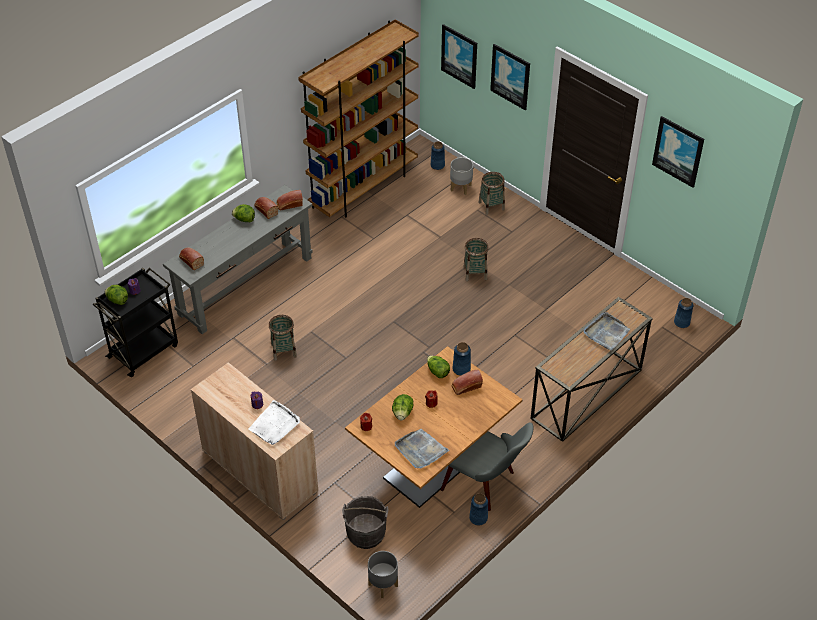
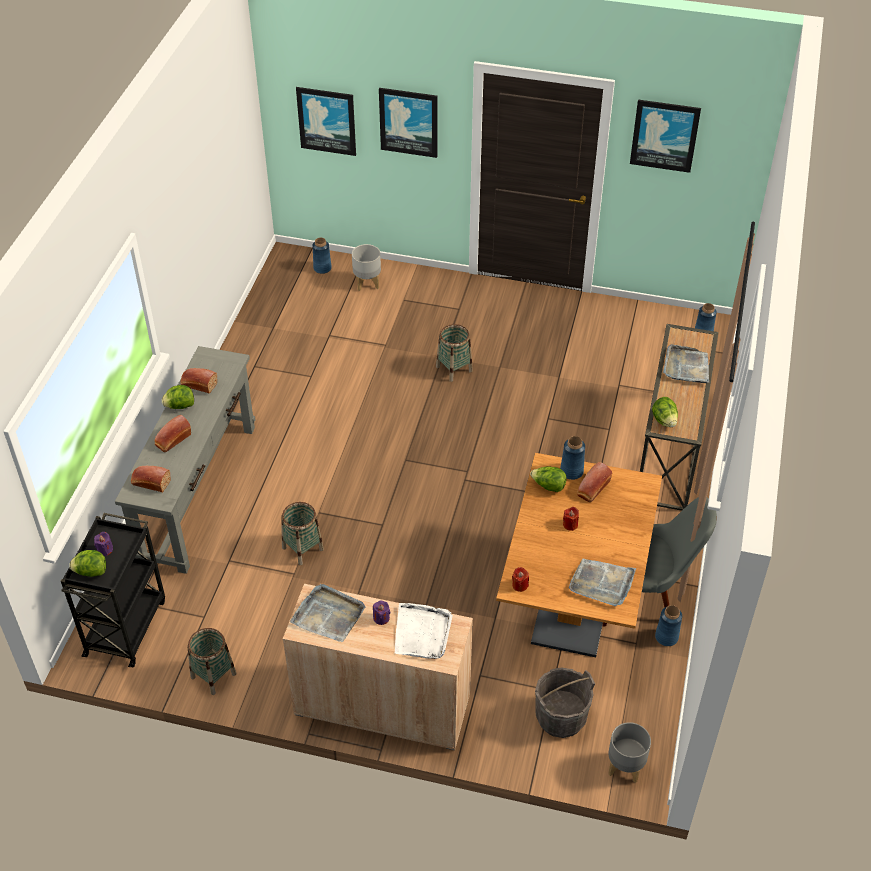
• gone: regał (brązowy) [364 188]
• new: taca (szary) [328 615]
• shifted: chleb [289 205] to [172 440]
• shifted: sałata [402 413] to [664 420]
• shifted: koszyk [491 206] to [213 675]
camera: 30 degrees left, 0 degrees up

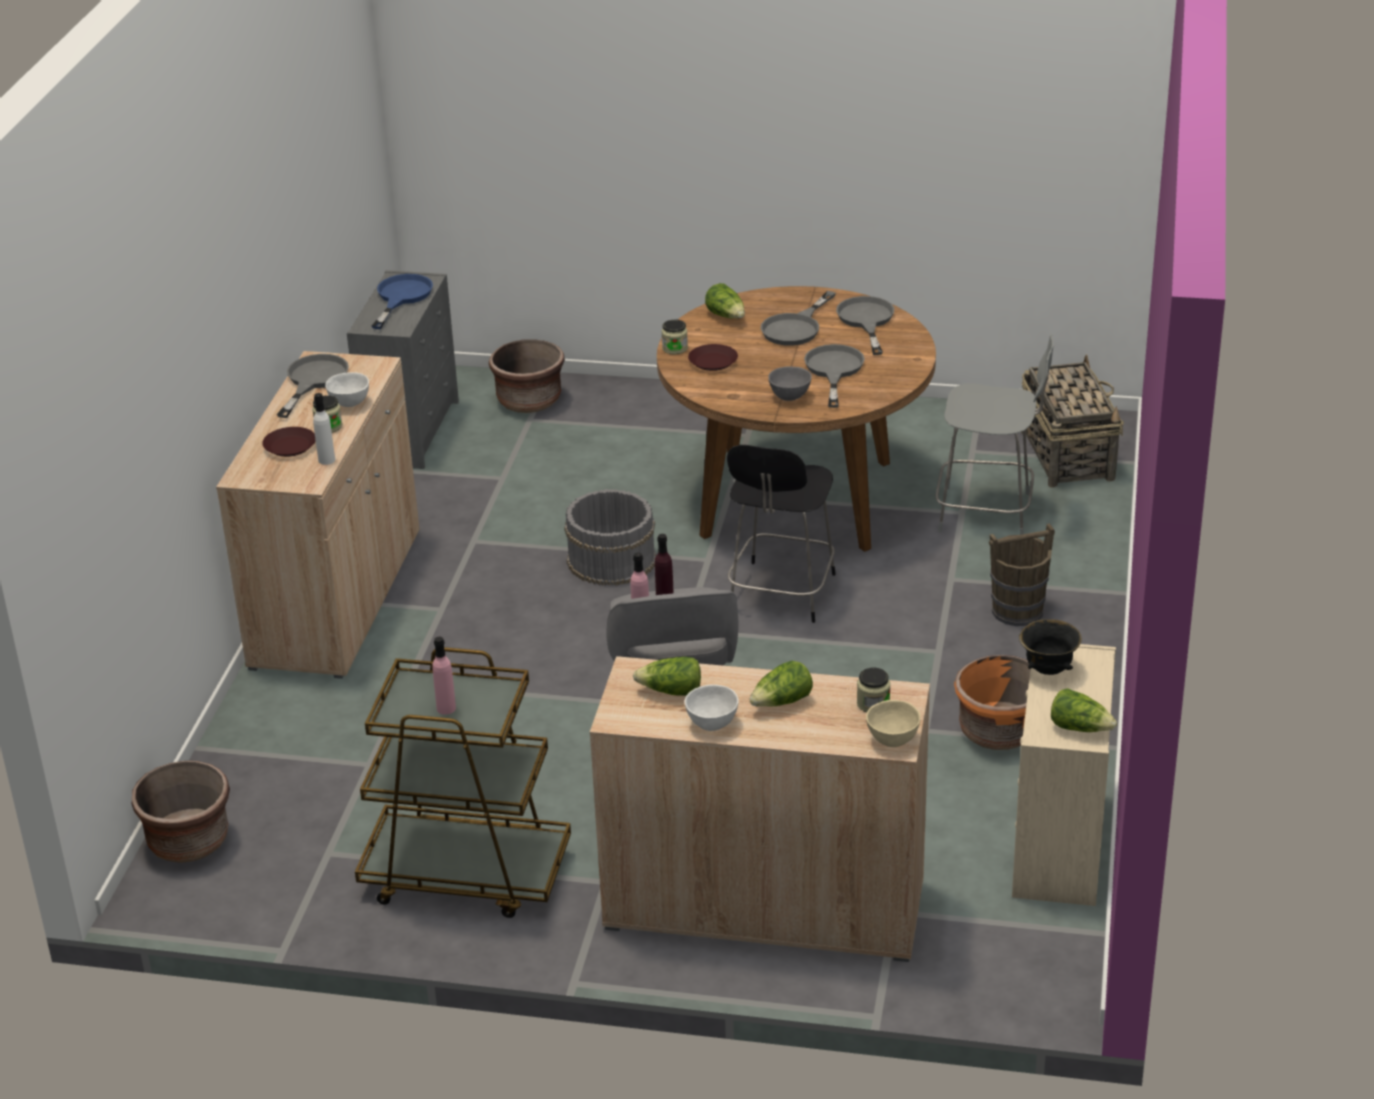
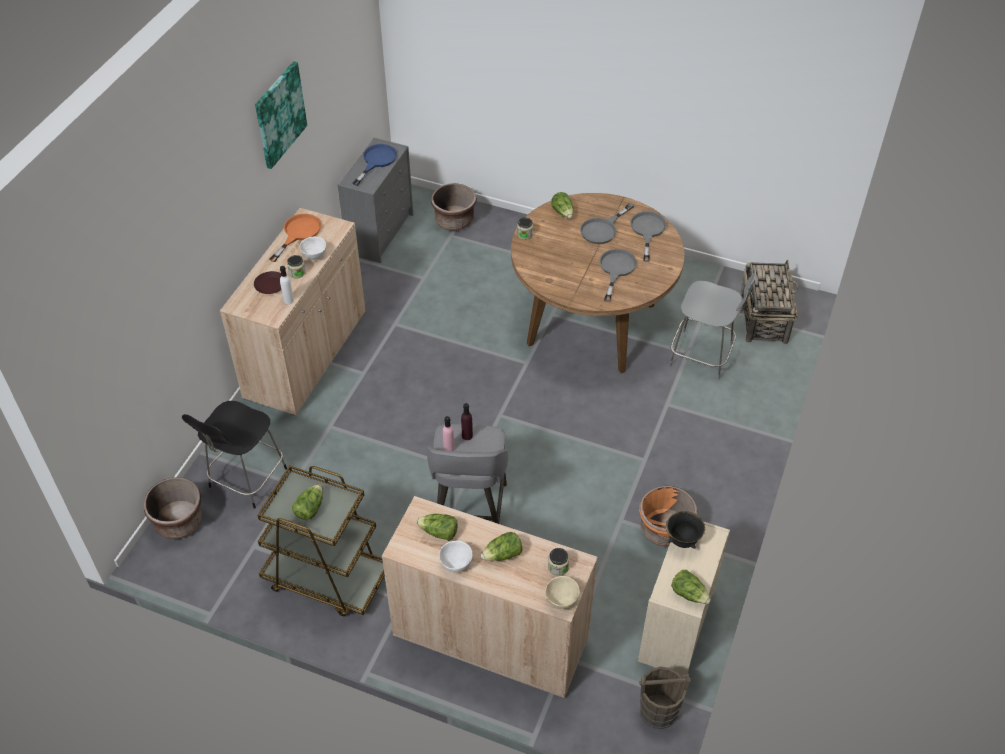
• gone: wiadro (szary) [610 560]
• gone: talerz (brązowy) [713 362]
• gone: miska (szary) [790 396]
• new: obraz [279 114]
• shifted: krzesło (czarny) [781 594] to [246 479]
• shifted: wiadro (brązowy) [1018 611] to [658 711]
• swapped: butelka (różowy) [446 708] to sałata [309 508]
• repainted: patelnia (szary) [313 381] to patelnia (pomarańczowy) [298 233]
camera: 10 degrees right, 15 degrees up

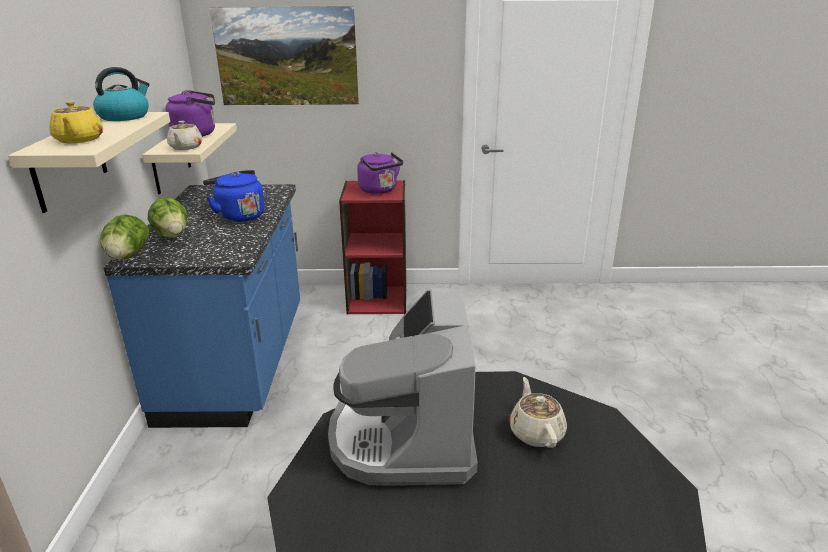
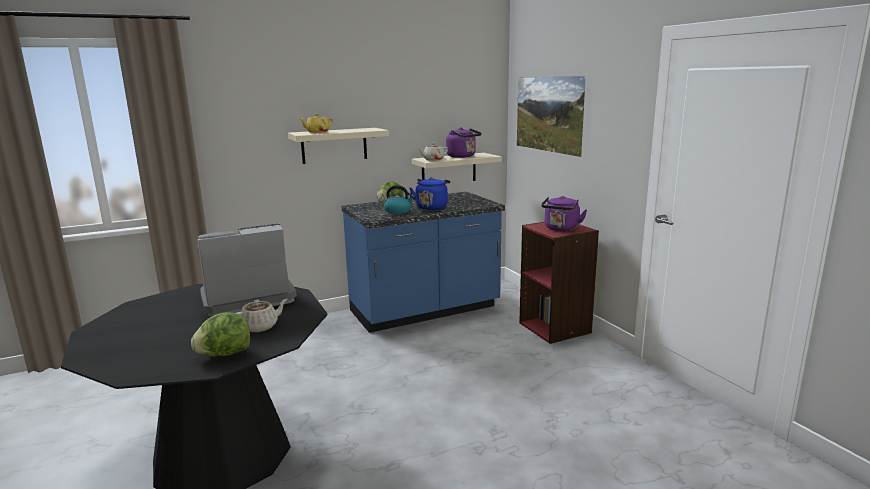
• shifted: czajnik [125 116] to [398 211]
• shifted: sałata [128 256] to [224 354]
camera: 65 degrees right, 10 degrees down

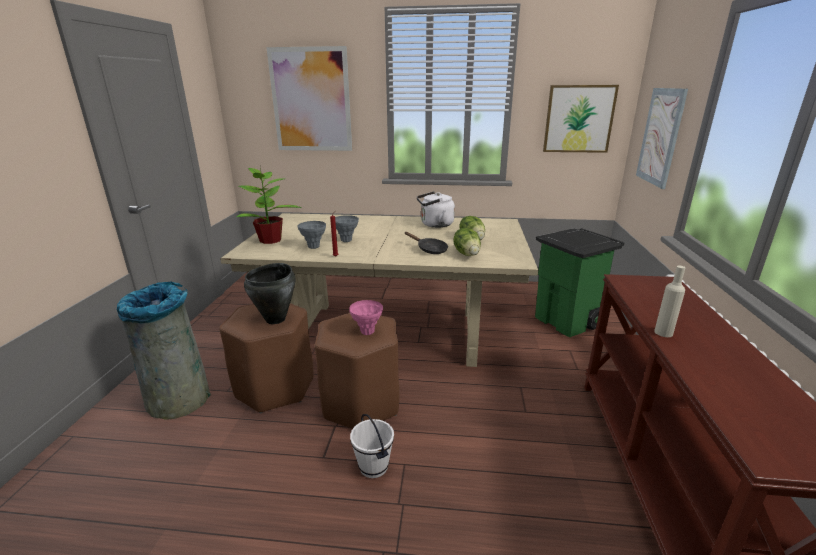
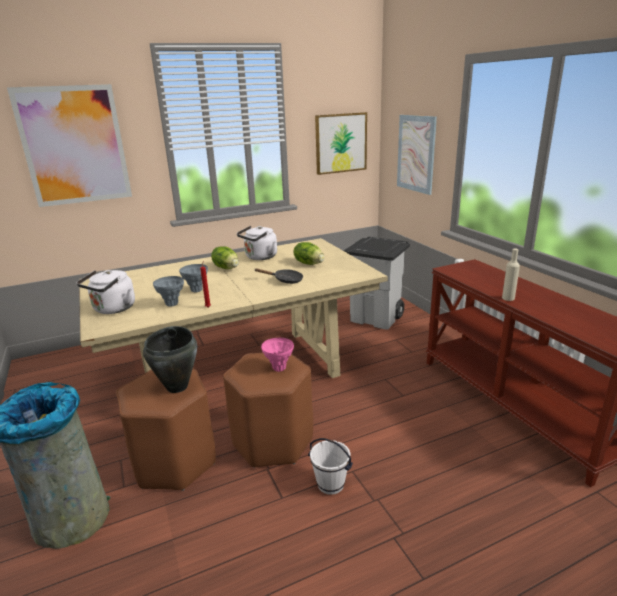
• shifted: sałata [467 254] to [226 268]
• swapped: roślina doniczkowa [270 240] to czajnik (biały) [113 309]
• repainted: kosz na śmieci (zielony) [568 322] to kosz na śmieci (szary) [377 318]
camera: 30 degrees left, 0 degrees up

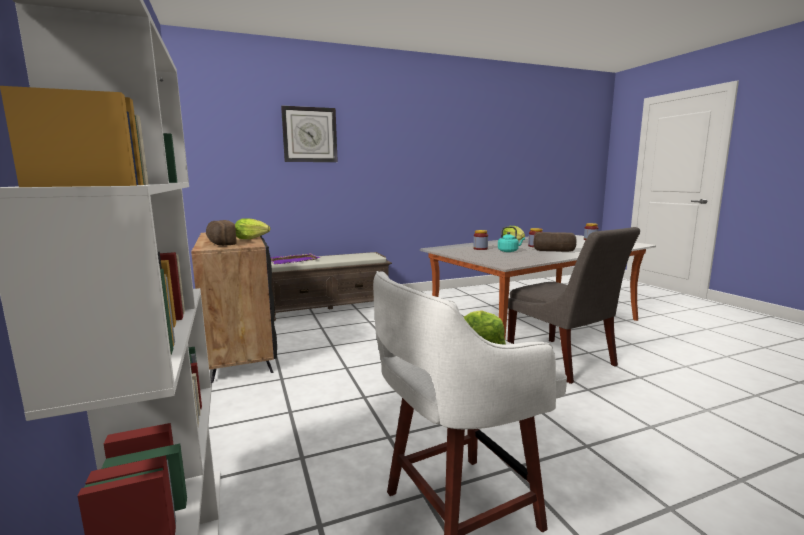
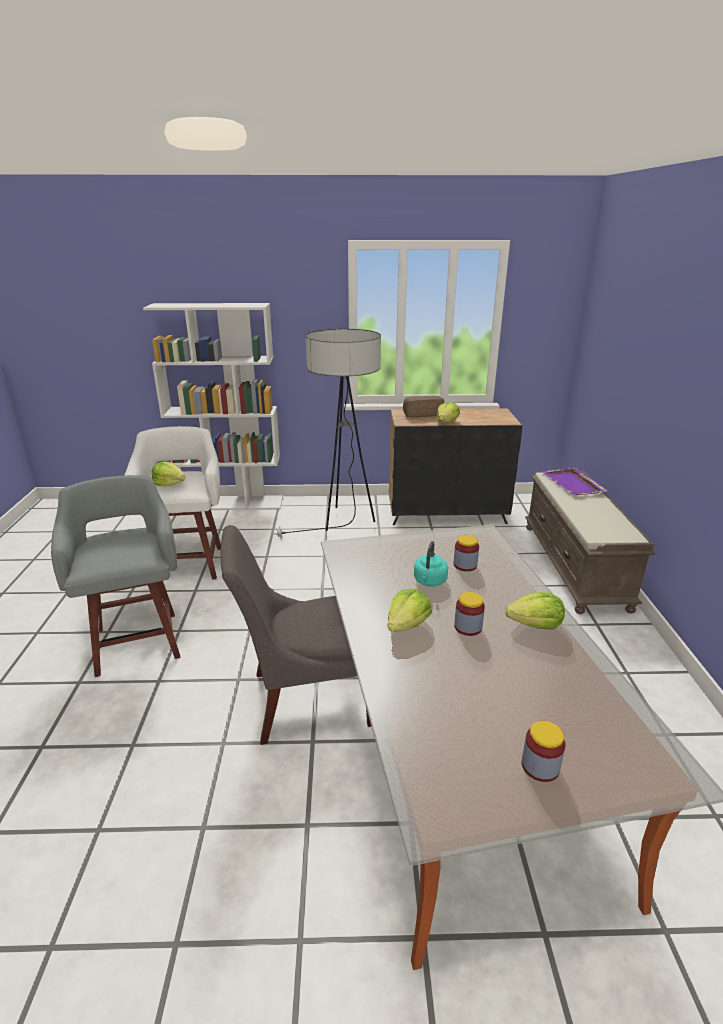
• gone: zegar ścienny [309 135]
• new: stołek (szary) [137 640]
• new: lampa stojąca [342 524]
• swapped: chleb [554 251] to sałata [407 624]
camera: 110 degrees right, 15 degrees up

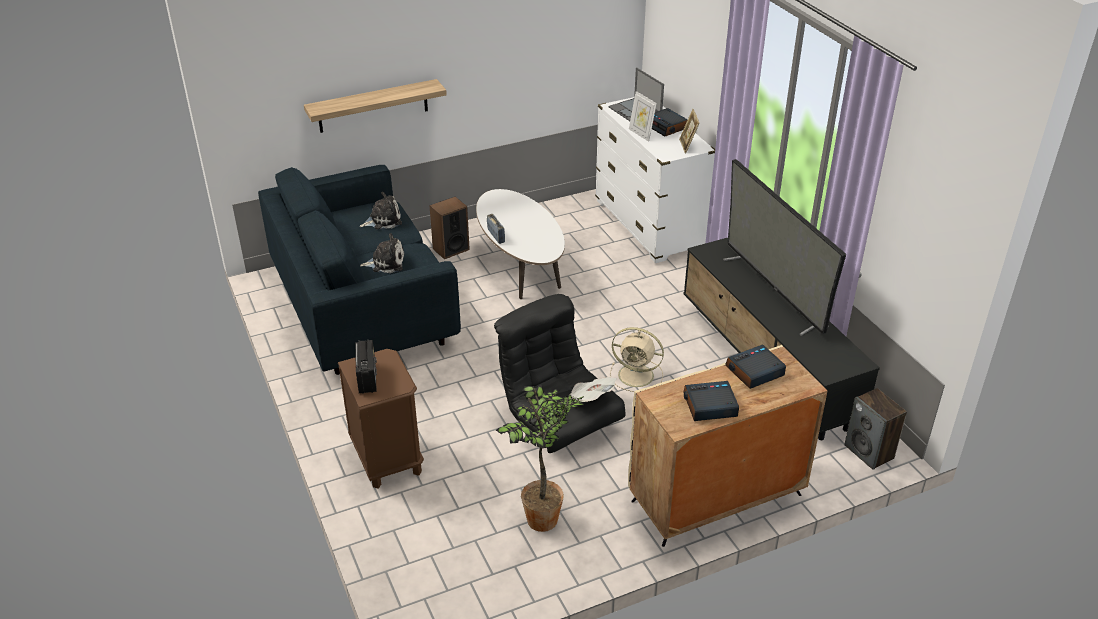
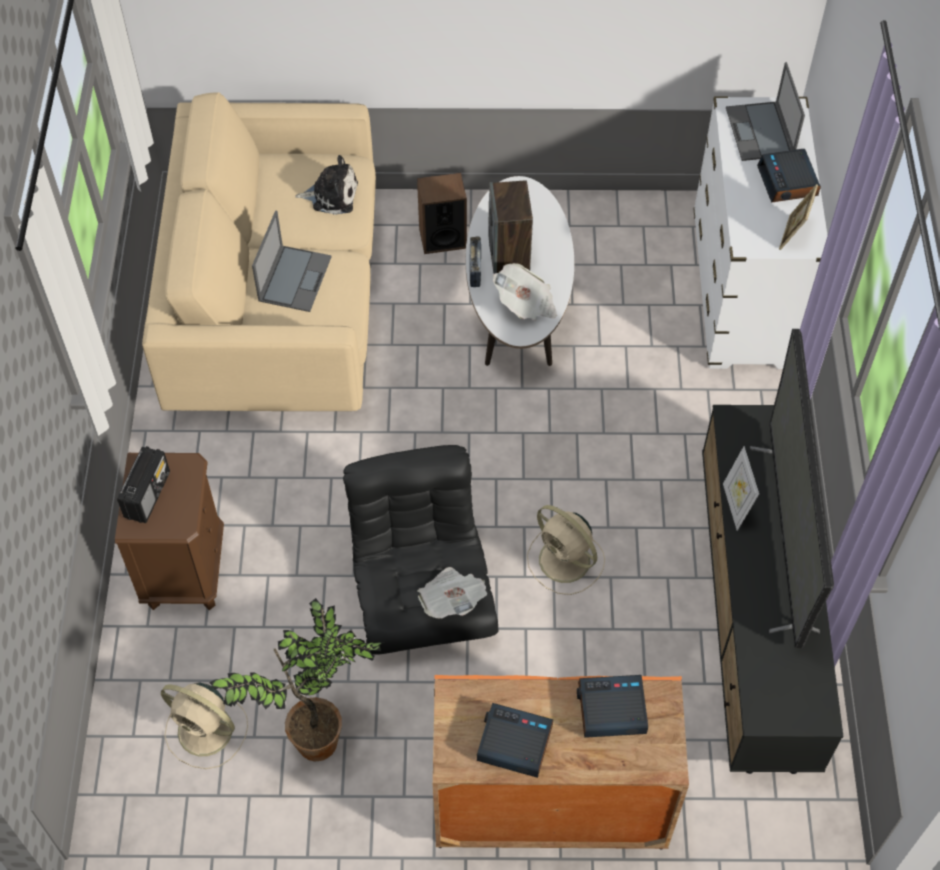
• gone: półka [373 106]
• new: wentylator (beżowy) [207 731]
• new: gazeta [526 305]
• shifted: ramka na zdjęcie [641 134] to [735 506]
• shifted: głośnik [869 452] to [509 254]
• swapped: pluszak [386 263] to laptop [295 278]
• repainted: kanapa (niebieski) [364 309] to kanapa (beżowy) [278 306]
• repainted: szafka (beżowy) [715 498] to szafka (pomarańczowy) [548 805]
camera: 25 degrees right, 20 degrees up

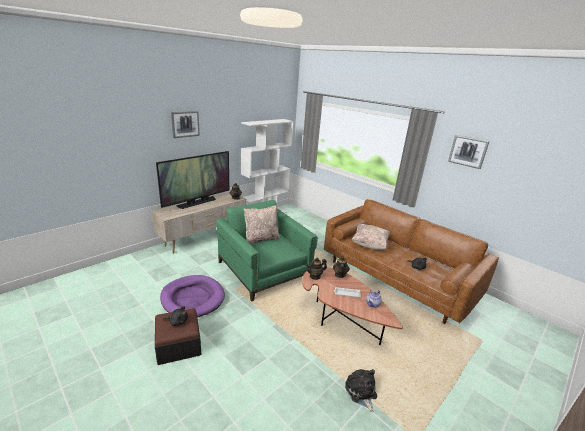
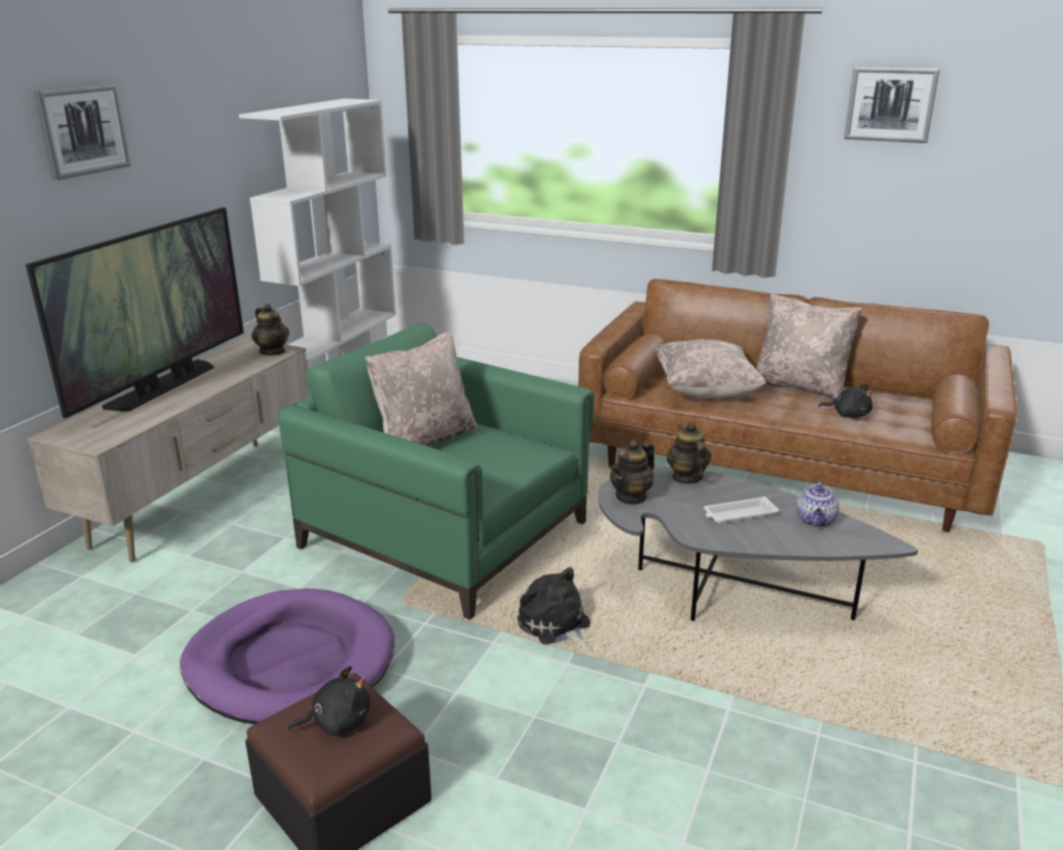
• new: poduszka (beżowy) [800 386]
• shifted: pluszak [361 392] to [556 626]
• repainted: ława (brązowy) [340 318] to ława (szary) [723 589]
camera: 20 degrees left, 0 degrees up

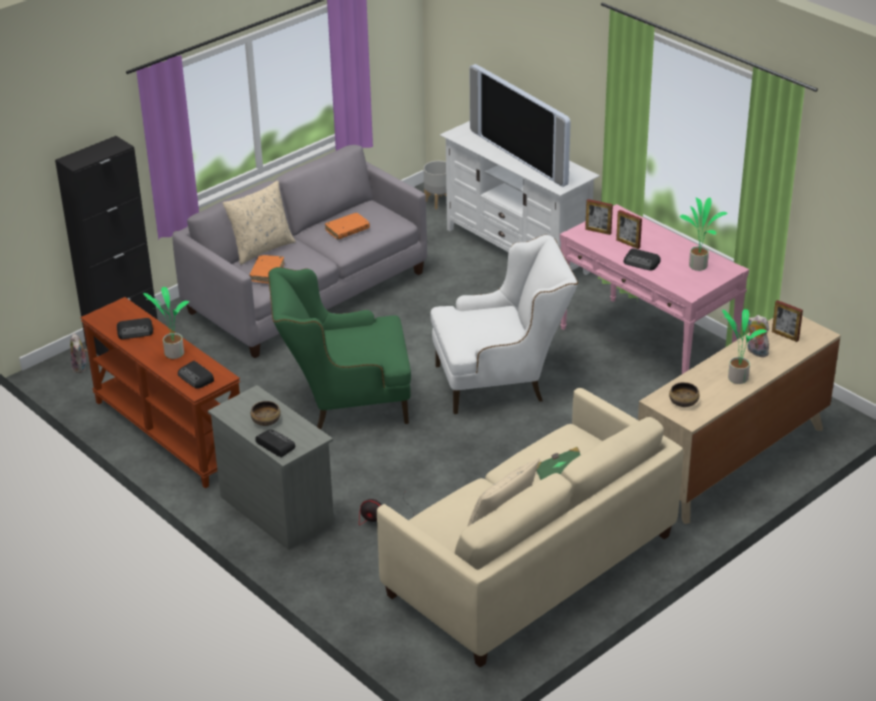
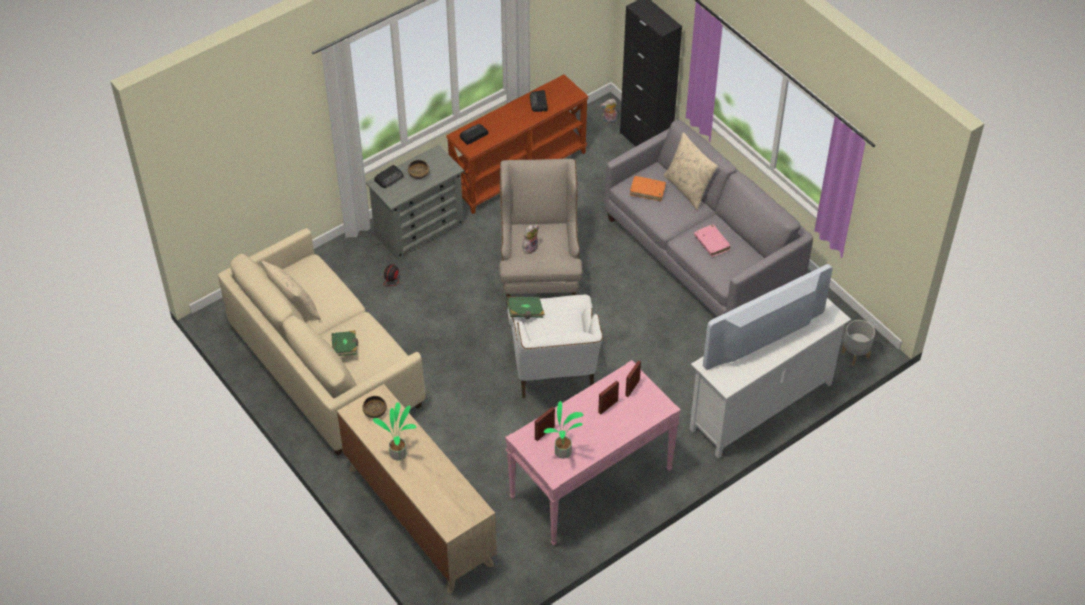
• gone: roślina doniczkowa [173 353]
• gone: radio [642 263]
• new: książka (zielony) [525 312]
• shifted: pluszak [756 352] to [530 247]
• shifted: ramka na zdjęcie [785 336] to [544 433]
• repainted: fotel (zielony) [344 403] to fotel (beżowy) [539 271]
• repainted: książka (pomarańczowy) [347 230] to książka (różowy) [711 243]
camera: 95 degrees right, 15 degrees up

